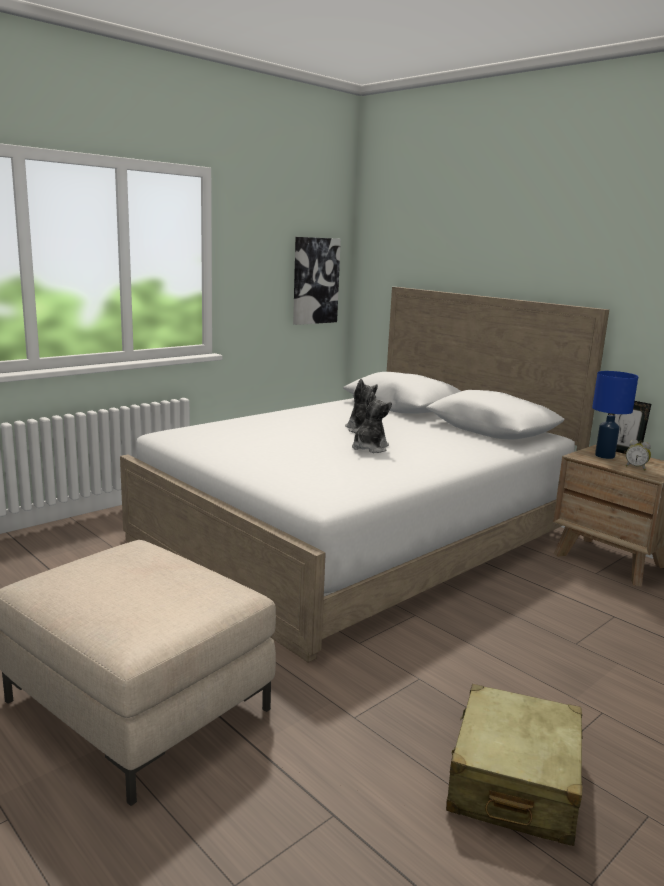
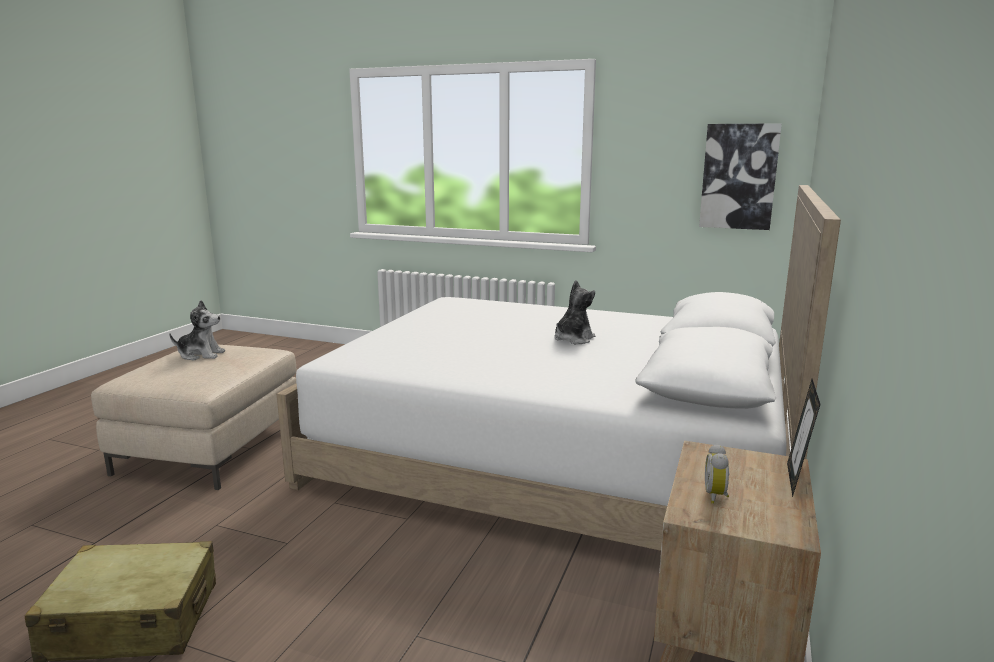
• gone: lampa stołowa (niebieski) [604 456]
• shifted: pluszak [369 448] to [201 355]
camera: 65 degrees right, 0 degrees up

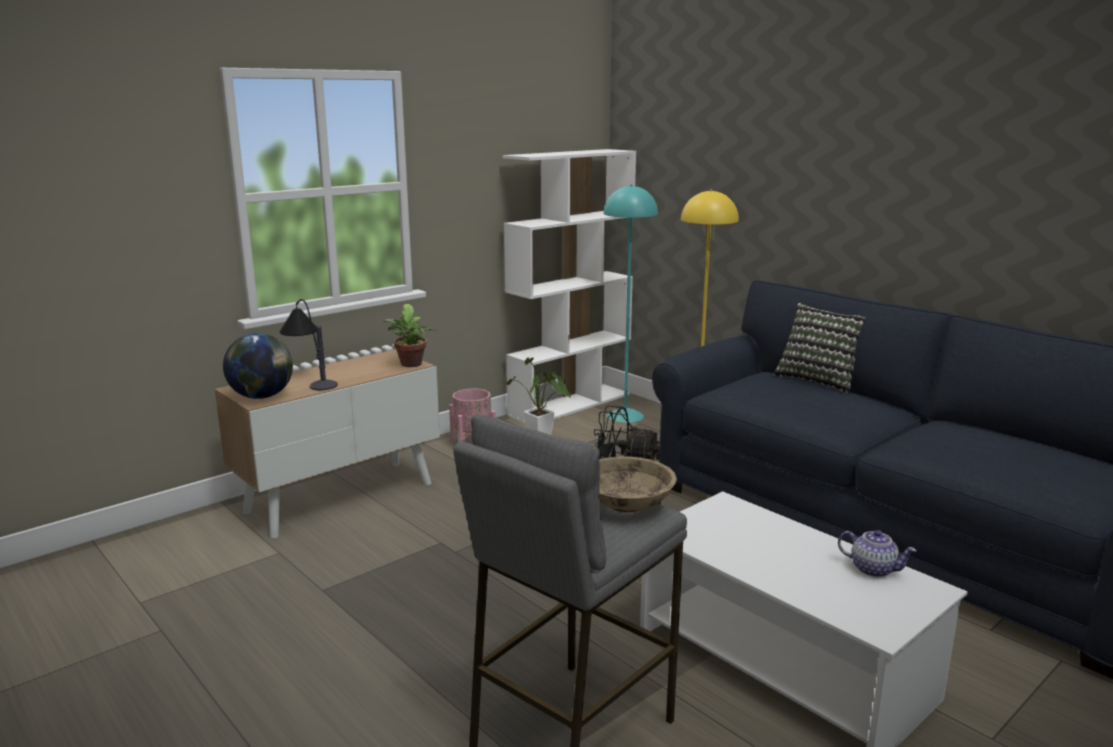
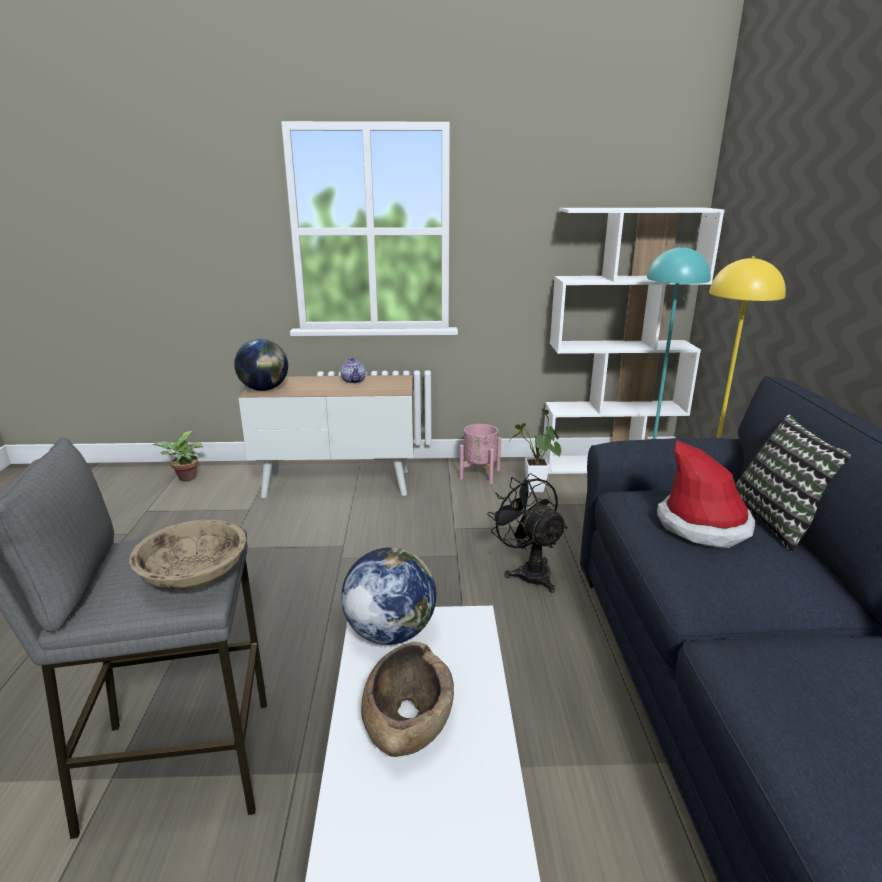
• gone: lampa stołowa [310 379]
• new: globus [390 632]
• new: miska (brązowy) [408 719]
• new: kapelusz [703 525]
• shifted: roślina doniczkowa [411 365] to [185 478]
• shifted: imbryk [872 569] to [353 381]
camera: 40 degrees right, 5 degrees up

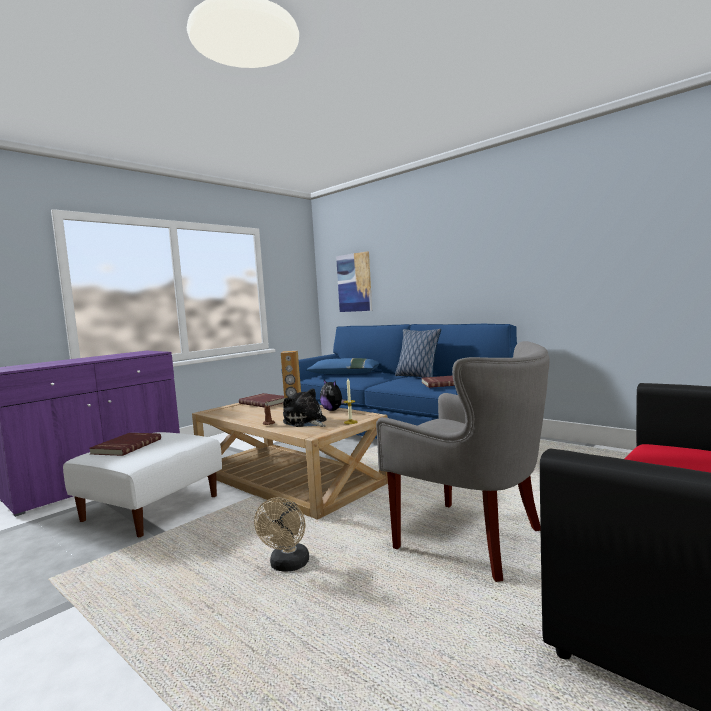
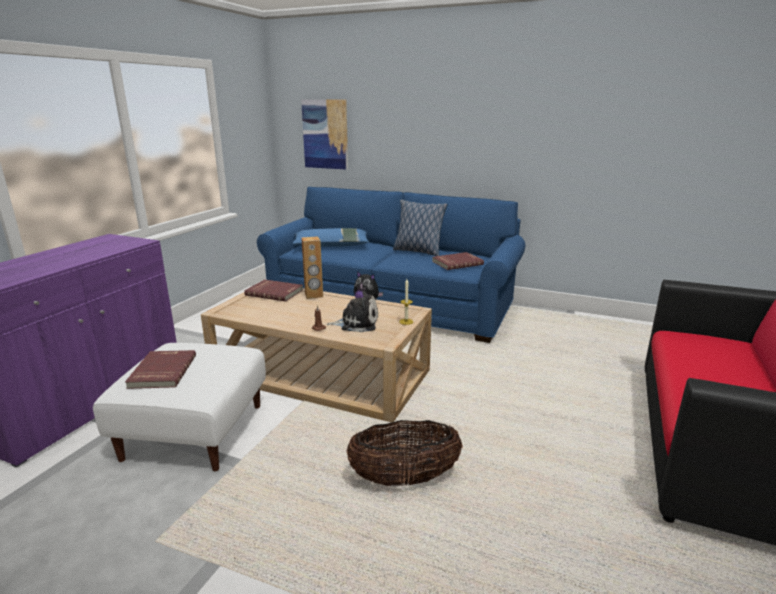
• gone: fotel (szary) [472 540]
• swapped: wentylator (beżowy) [288 566] to koszyk [404 478]
• rotated: pluszak [306 422] = [357 323] 150 degrees clockwise
camera: 20 degrees left, 15 degrees up

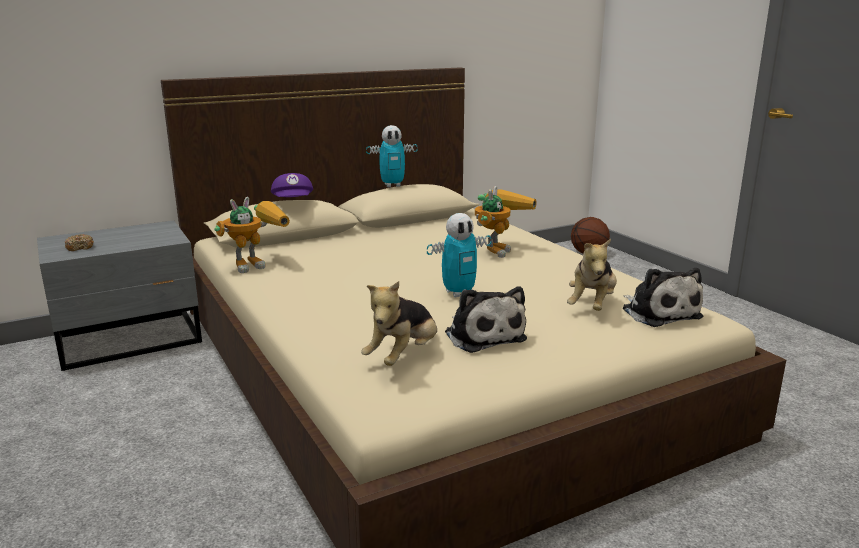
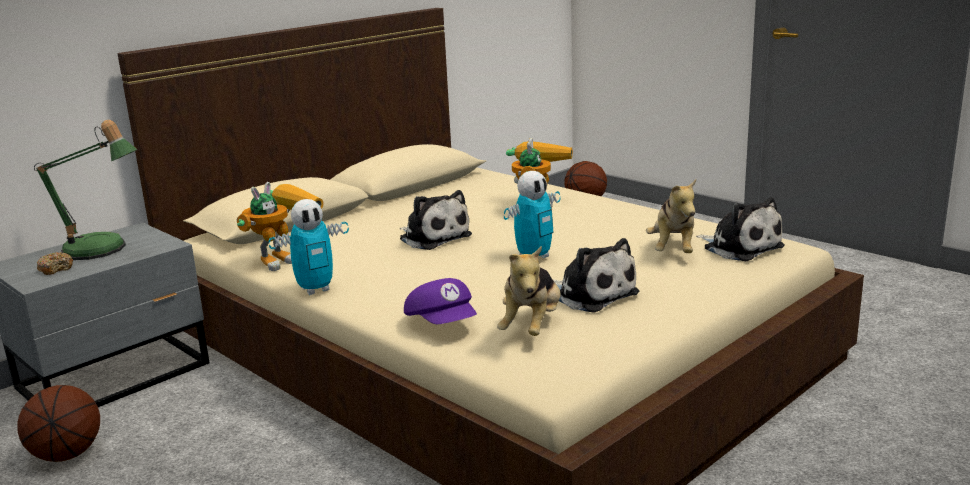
• new: piłka do koszykówki [66 454]
• new: lampa stołowa [102 251]
• new: pluszak [433 237]
• shifted: czapka z daszkiem (fioletowy) [293 202] to [443 323]
• shifted: robot zabawkowy [392 185] to [315 289]
camera: 15 degrees left, 0 degrees up

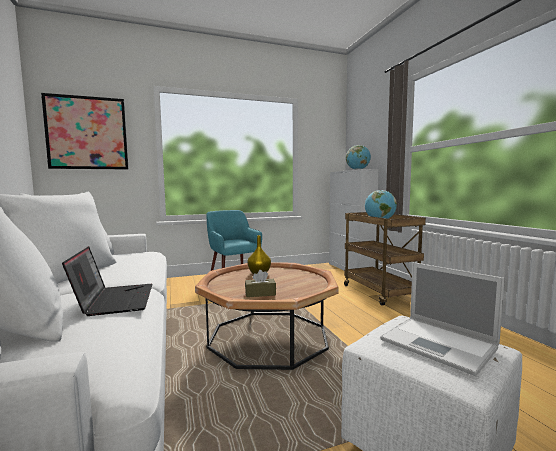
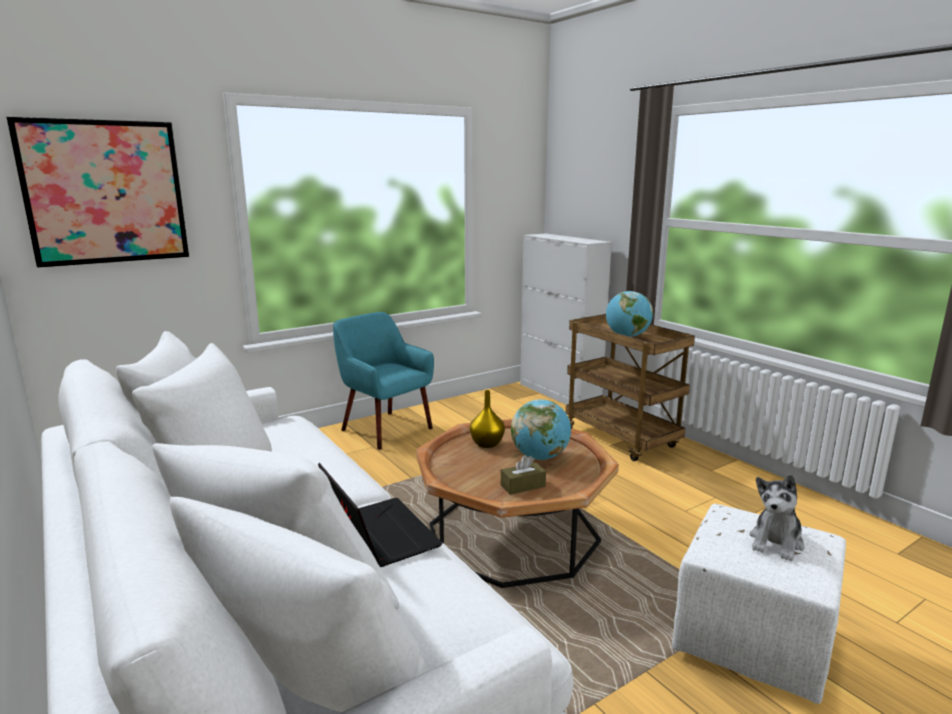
• shifted: globus [357 170] to [540 457]
• swapped: laptop [440 344] to pluszak [776 542]
camera: 15 degrees left, 10 degrees up

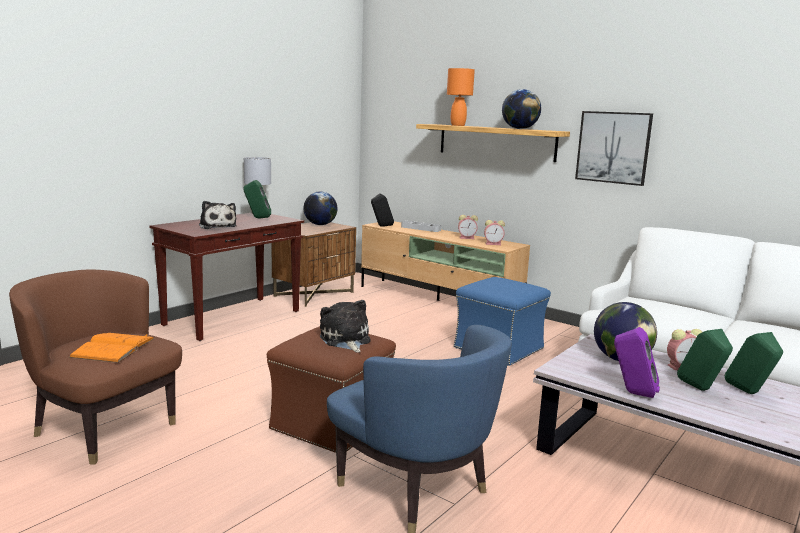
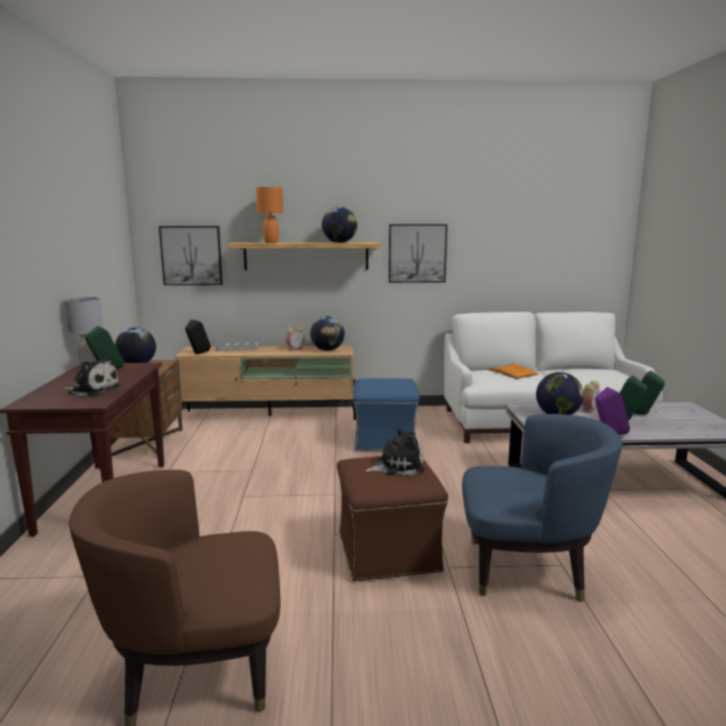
• new: obraz [191 255]
• shifted: książka (pomarańczowy) [113 347] to [512 372]
• swapped: budzik [494 244] to globus [327 350]
• rotated: pluszak [345 340] = [397 466] 135 degrees clockwise
camera: 40 degrees left, 0 degrees up

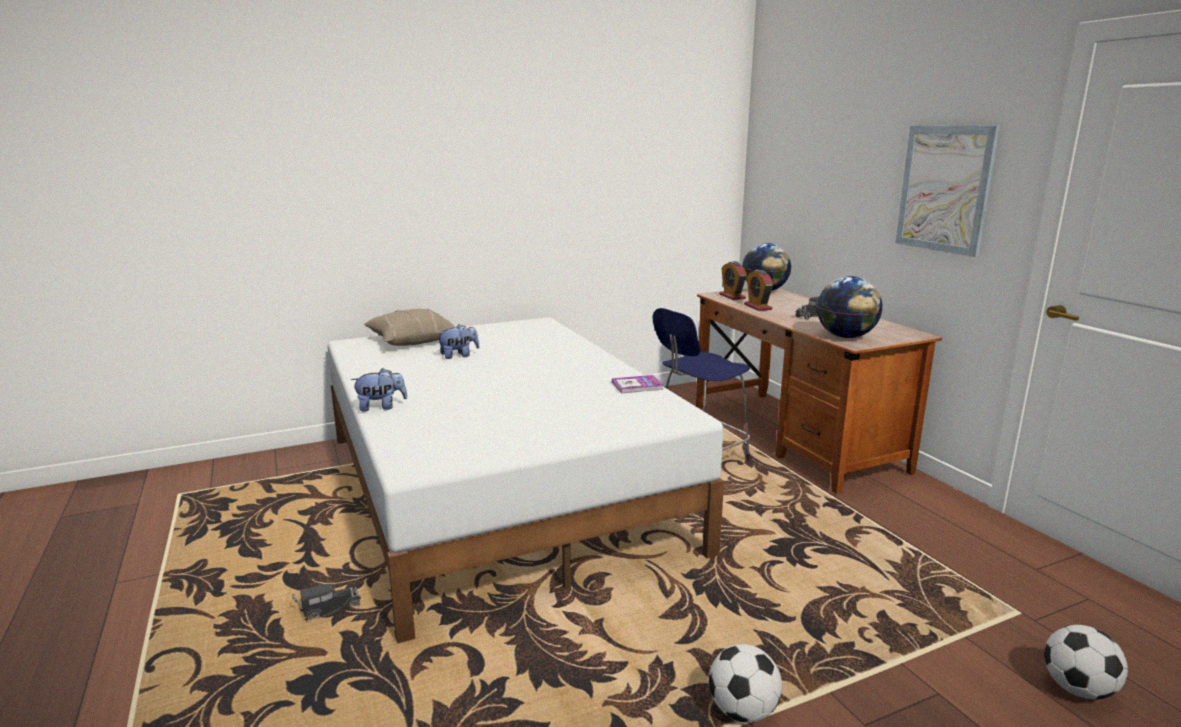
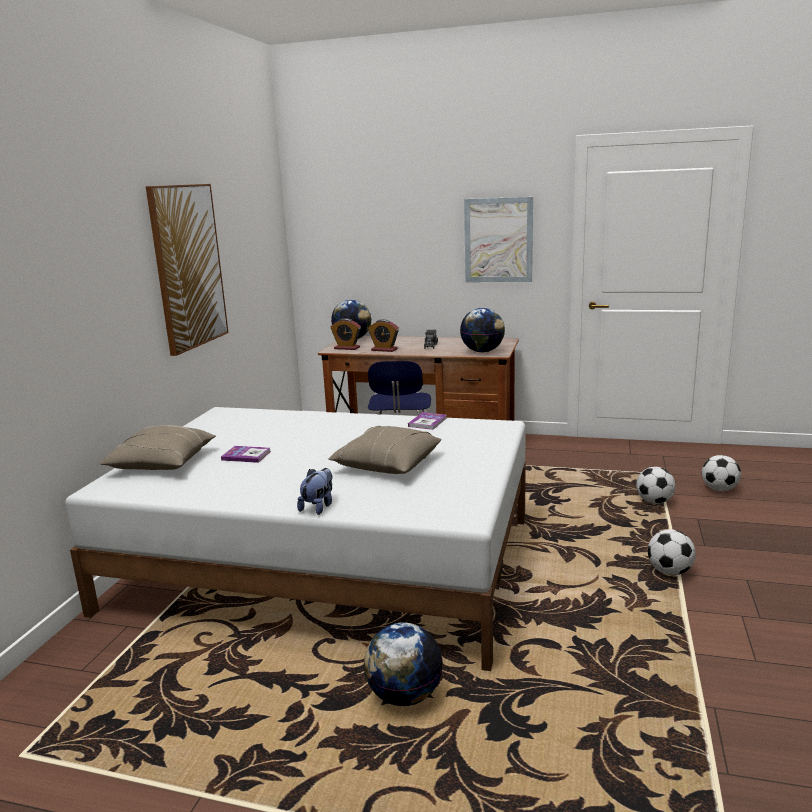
• new: obraz [188 267]
• new: poduszka (beżowy) [387 464]
• new: piłka futbolowa [654 502]
• swapped: ciężarówka zabawkowa [328 610] to globus [404 695]
• swapped: pluszak [459 356] to książka [246 455]
camera: 50 degrees left, 0 degrees up

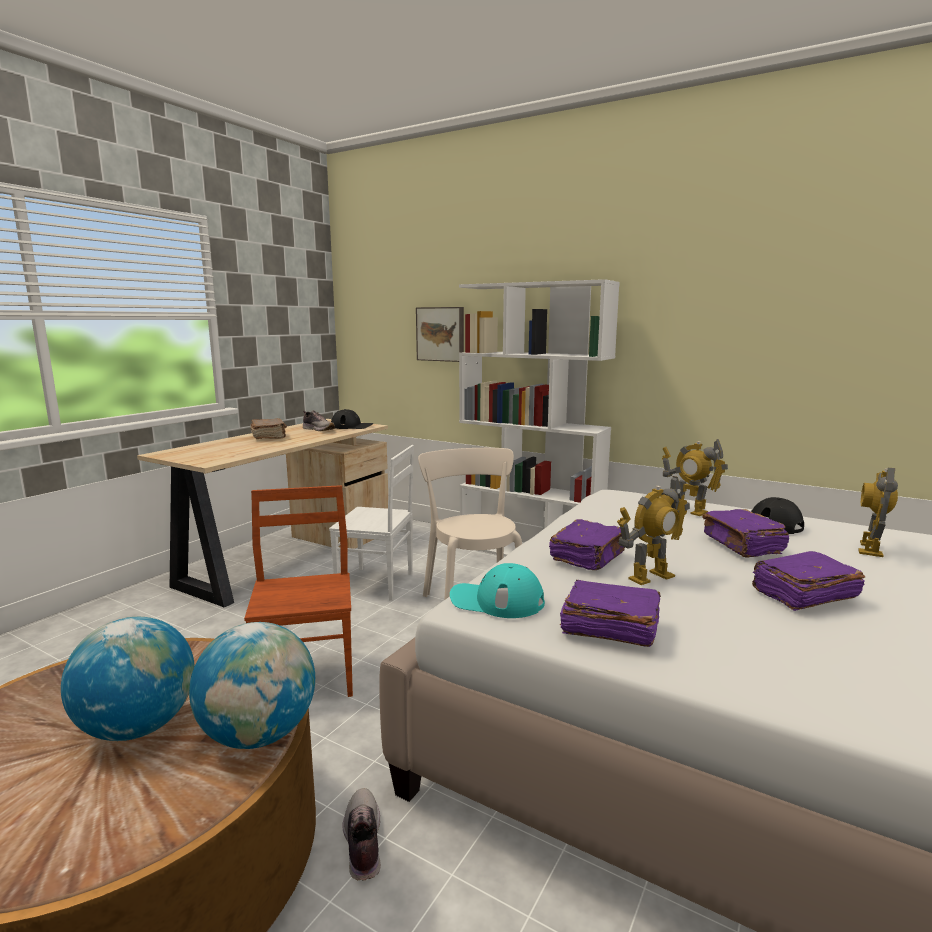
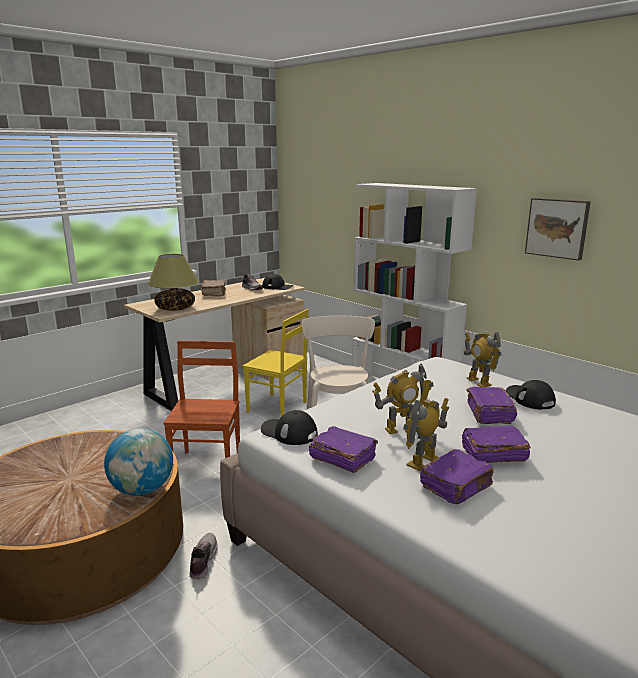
• gone: globus [138 727]
• new: lampa stołowa [175 308]
• shifted: obraz [441 334] to [557 228]
• shifted: książka (fioletowy) [588 558] to [456 487]
• shifted: robot zabawkowy [870 549] to [423 462]
• repainted: krzesło (biały) [376 584] to krzesło (żółty) [277 407]
• repainted: czapka z daszkiem (turkusowy) [496 600] to czapka z daszkiem (czarny) [289 432]
camera: 15 degrees right, 5 degrees up

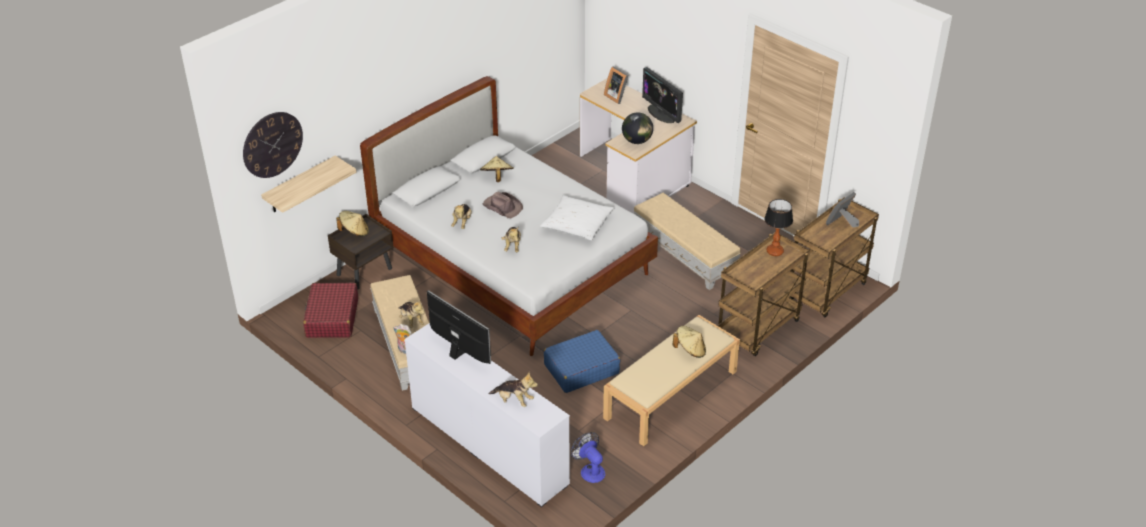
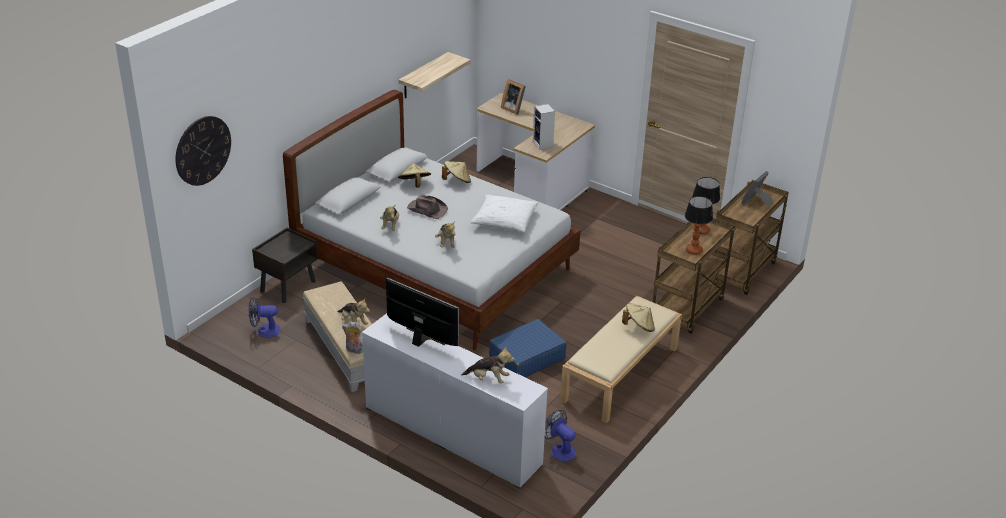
• gone: pufa (beżowy) [684 253]
• gone: monitor [661 114]
• new: lampa stołowa [694 250]
• shifted: półka [300 185] to [423 76]
• shifted: kapelusz (beżowy) [354 232] to [457 181]
• swapped: walizka (czerwony) [332 318] to wentylator [264 331]
• swapped: globus [637 141] to głośnik [543 145]
camera: 10 degrees left, 5 degrees down

